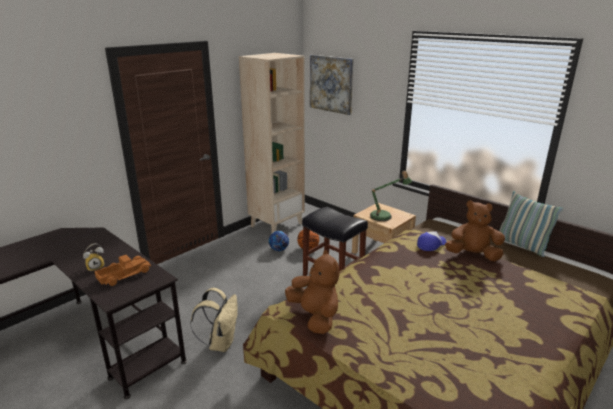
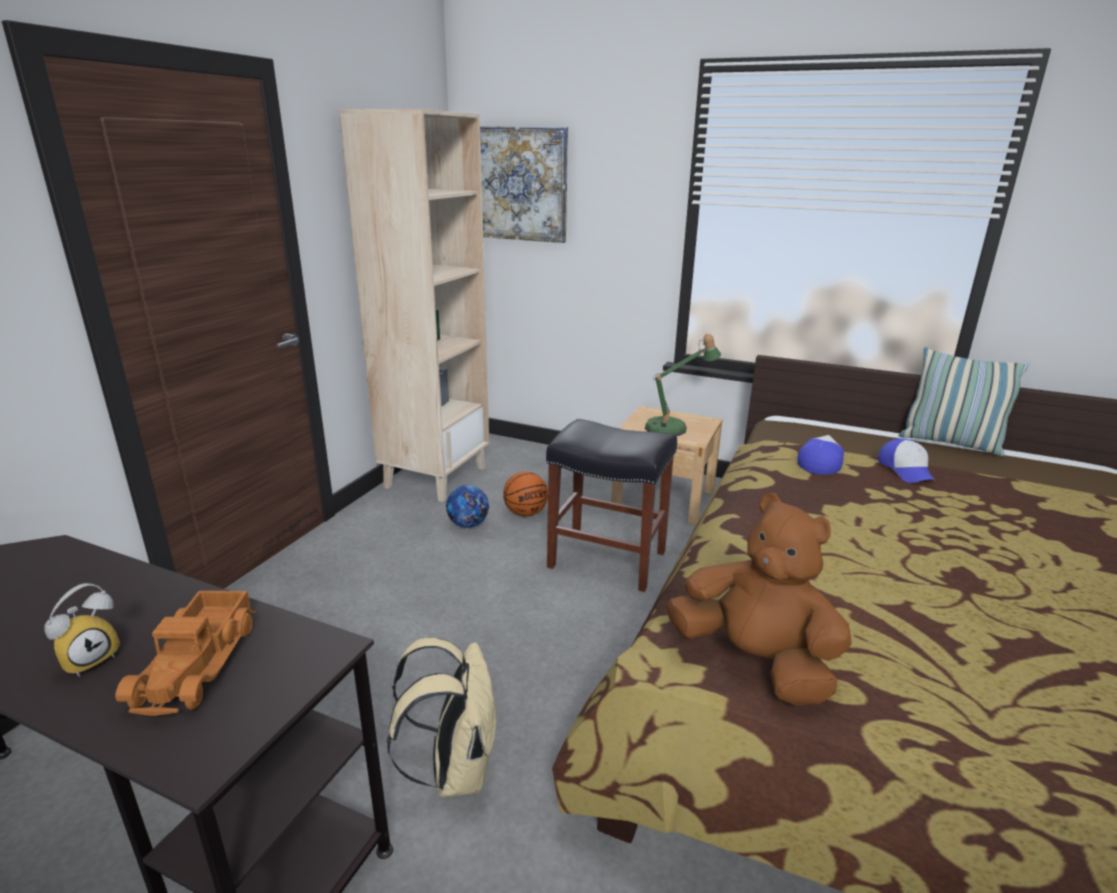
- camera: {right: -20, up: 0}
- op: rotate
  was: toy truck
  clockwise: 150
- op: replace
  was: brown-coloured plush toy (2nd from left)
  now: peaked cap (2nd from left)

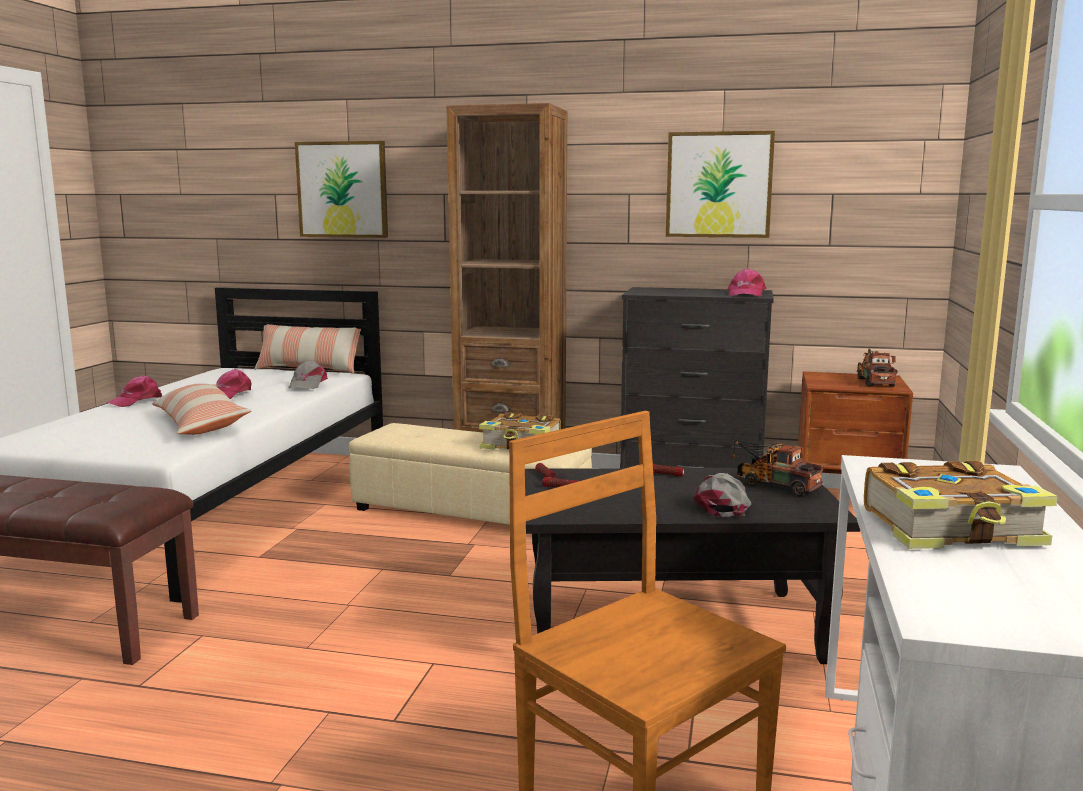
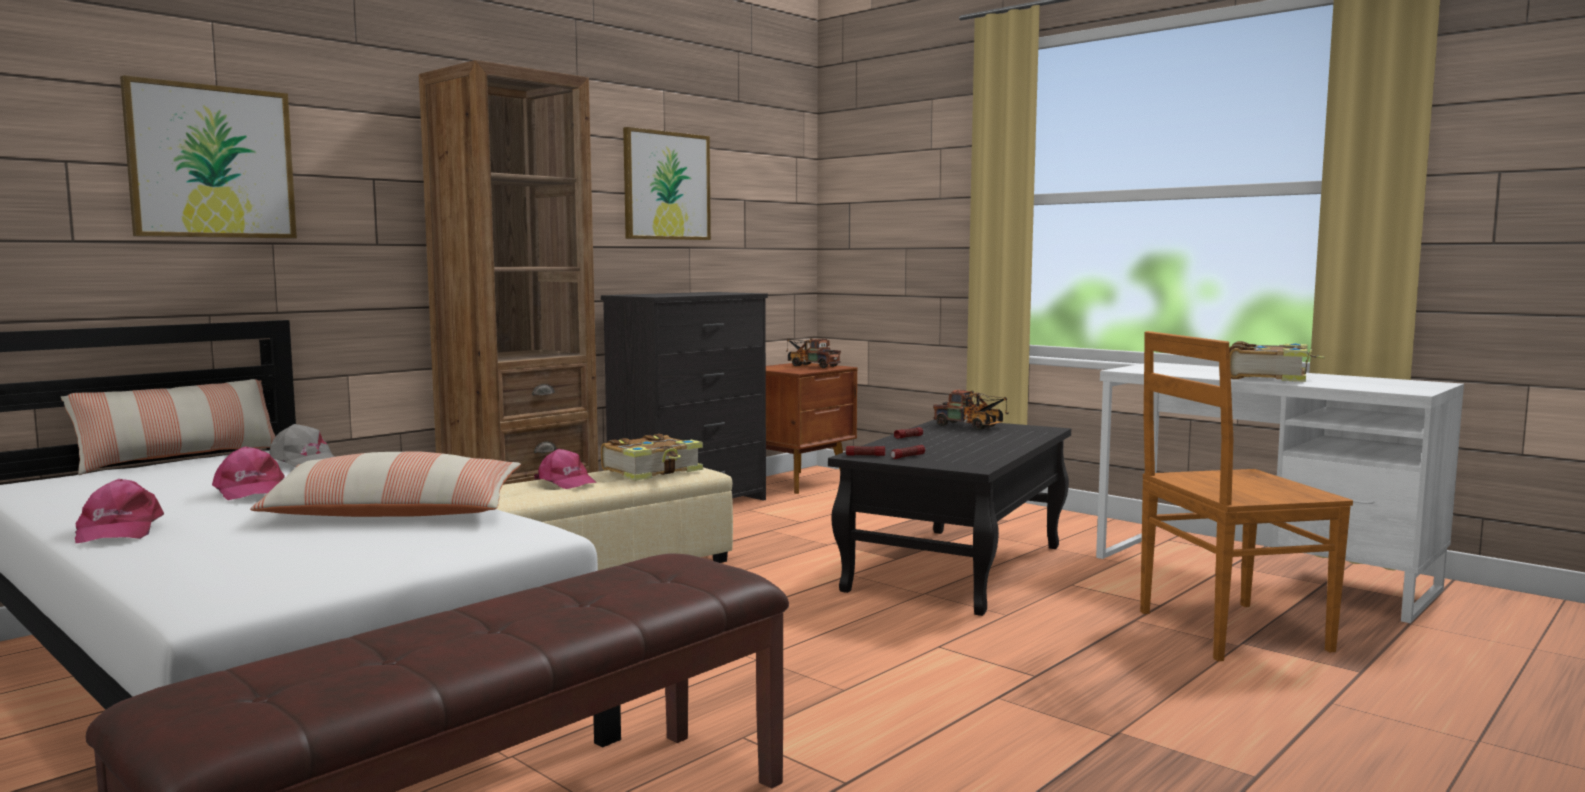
- camera: {right: -60, up: -5}
- op: delete
  was: gray peaked cap (2nd from left)
- op: move
  was: pink peaked cap (3rd from left)
- op: rotate
  was: toy truck (1st from left in the first image)
  clockwise: -120

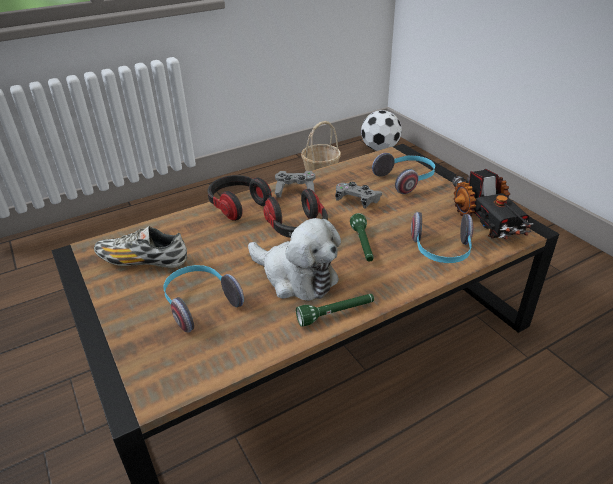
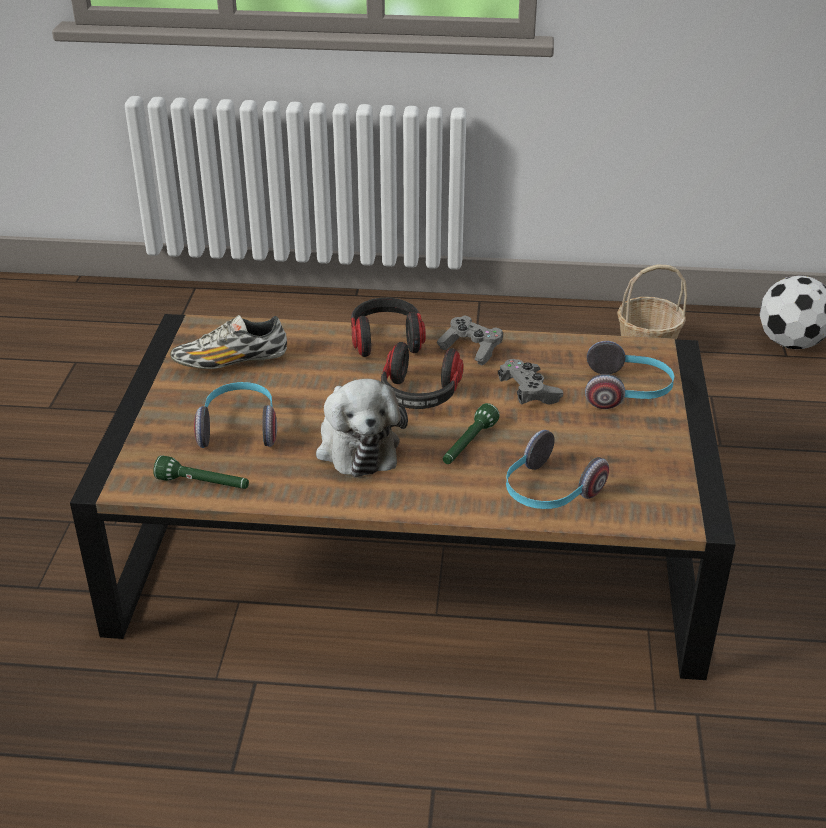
- camera: {right: 35, up: 0}
- op: rotate
  was: shoe
  clockwise: -60
- op: move
  was: green torch (1st from left)
- op: delete
  was: toy truck

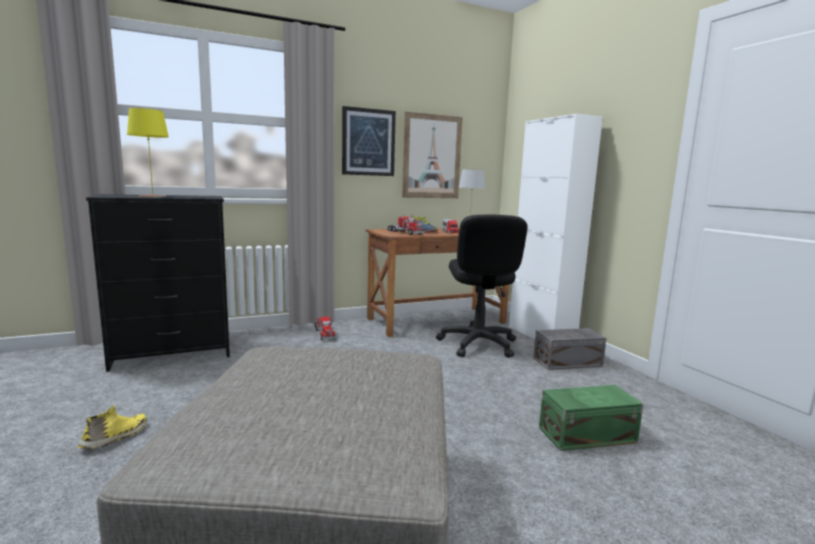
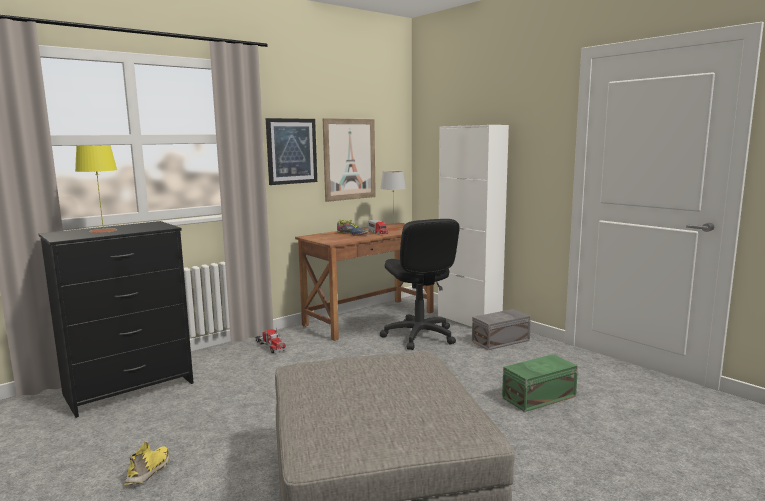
- camera: {right: -15, up: 0}
- op: delete
  was: toy truck (2nd from left)

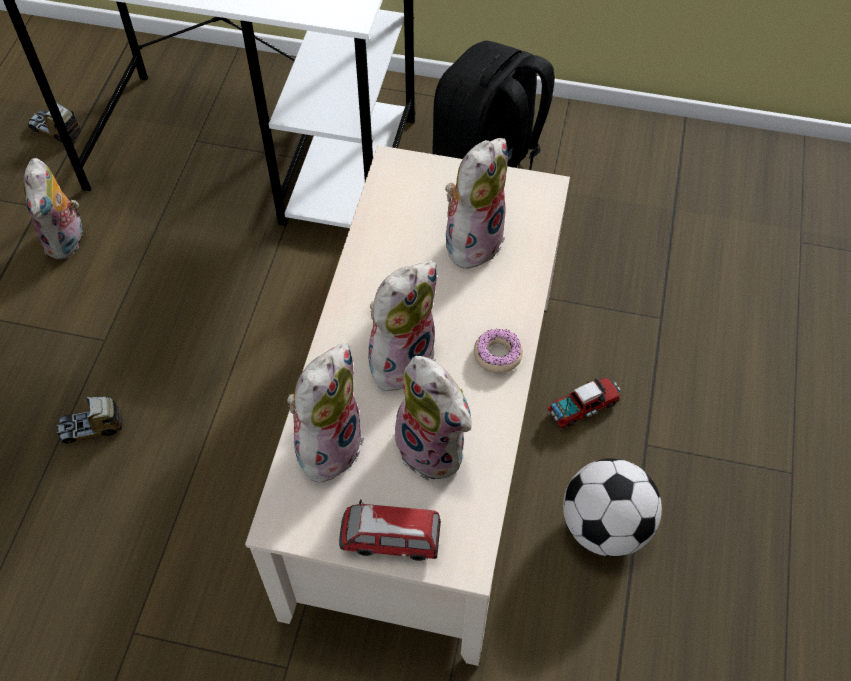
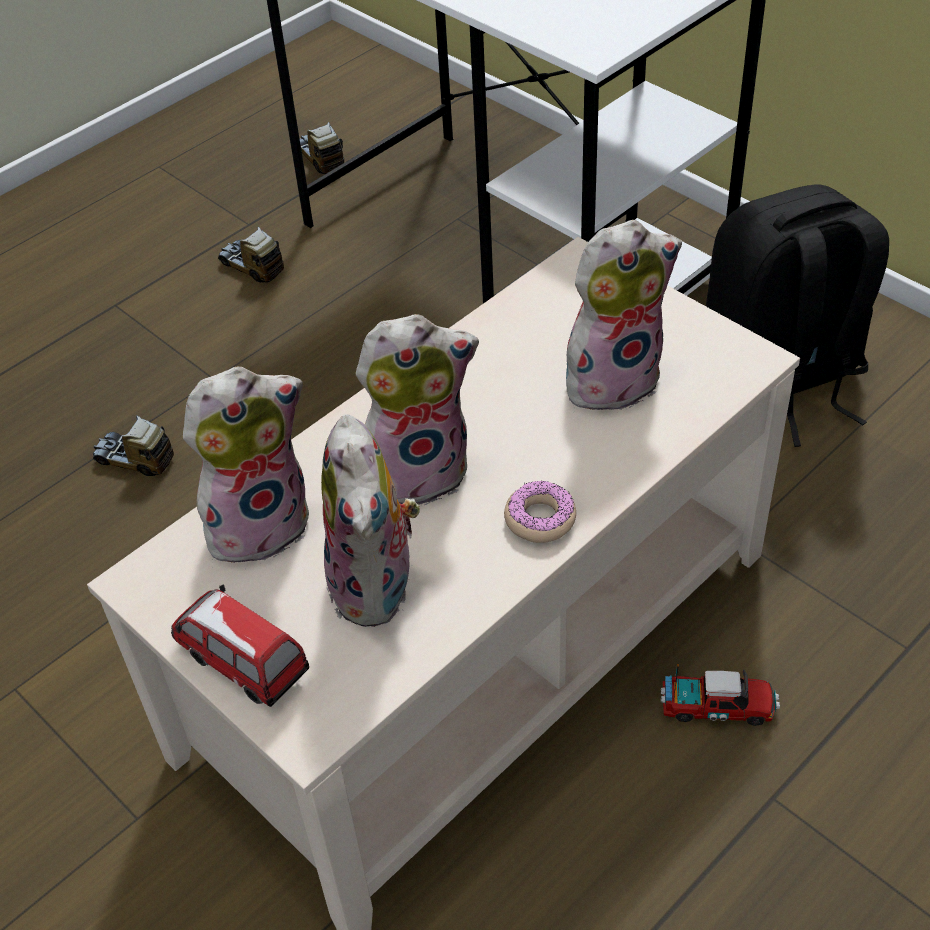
- camera: {right: 35, up: -10}
- op: replace
  was: plush toy (1st from left)
  now: toy truck (2nd from left)
- op: delete
  was: football

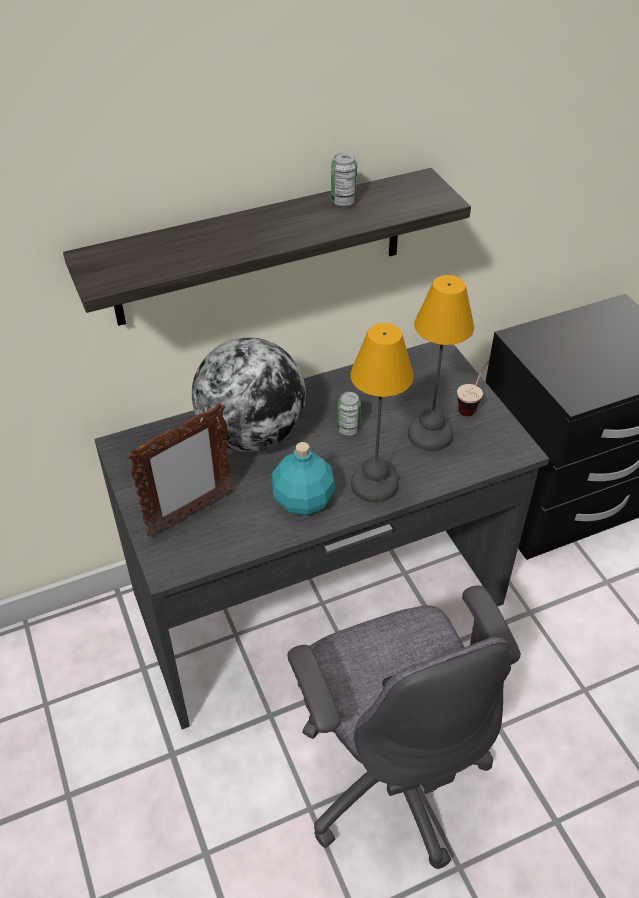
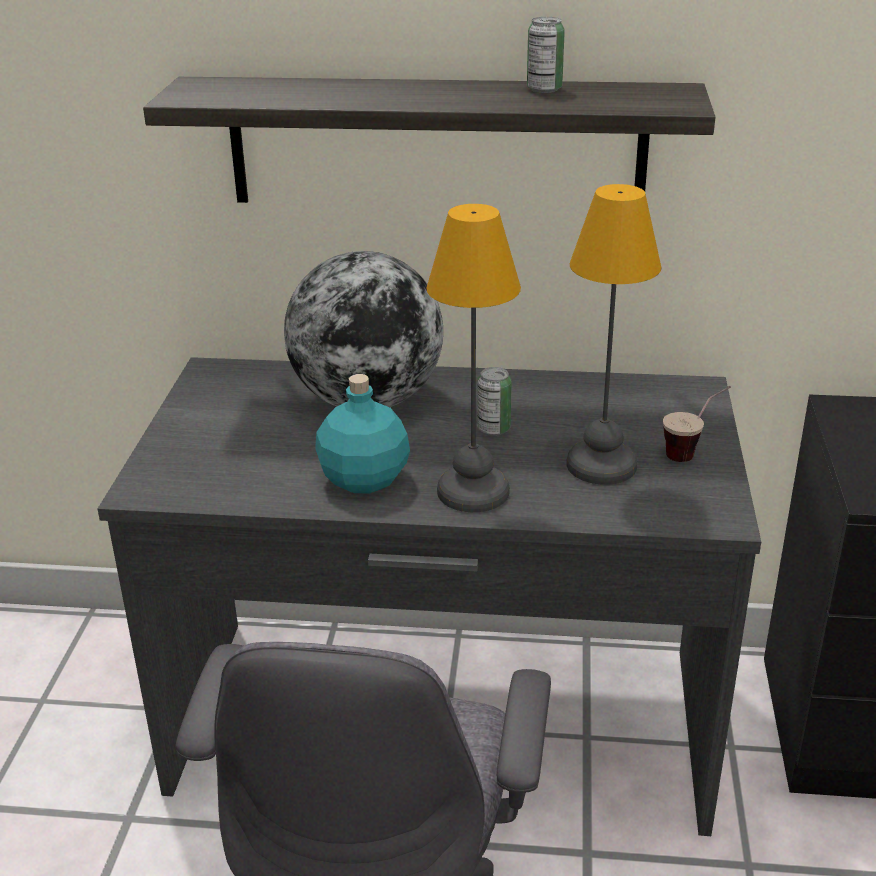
- camera: {right: 30, up: -15}
- op: delete
  was: standing frame

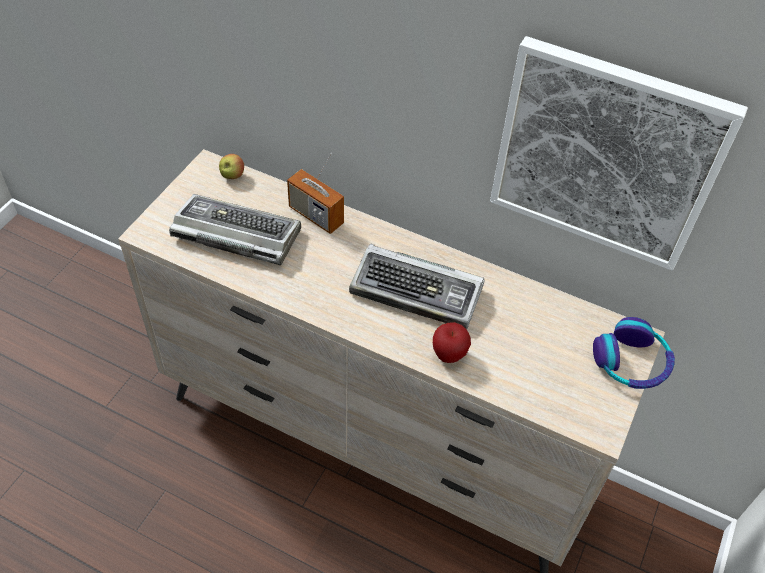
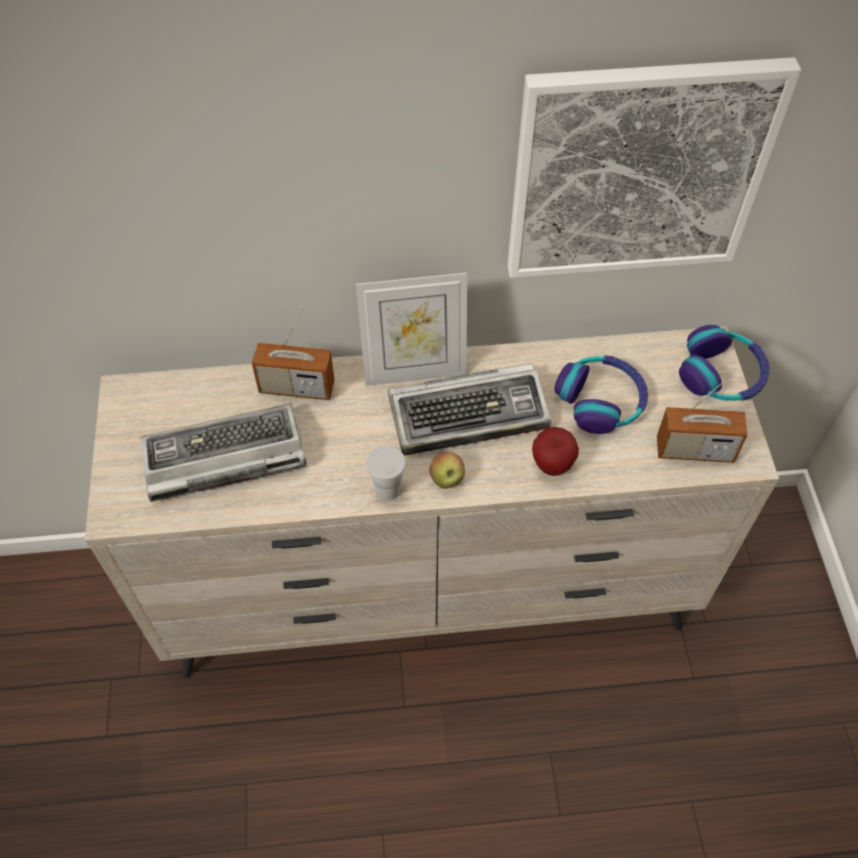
- camera: {right: -30, up: 5}
- op: move
  was: apple fruit (1st from left)
- op: insert
  now: standing frame
- op: insert
  now: white cup
- op: insert
  now: pair of headphones (1st from left)
- op: insert
  now: radio (2nd from left)

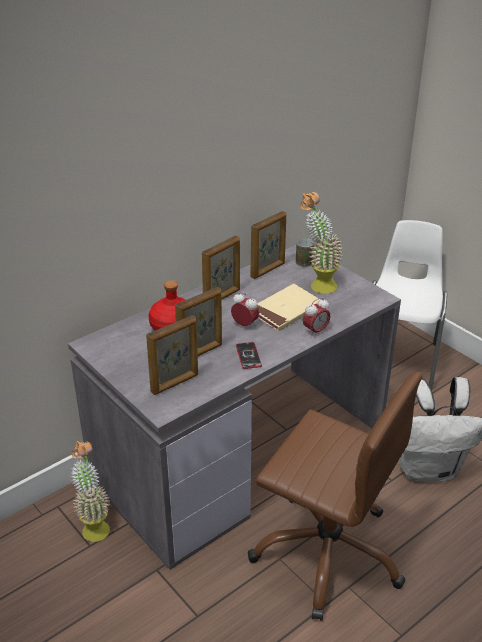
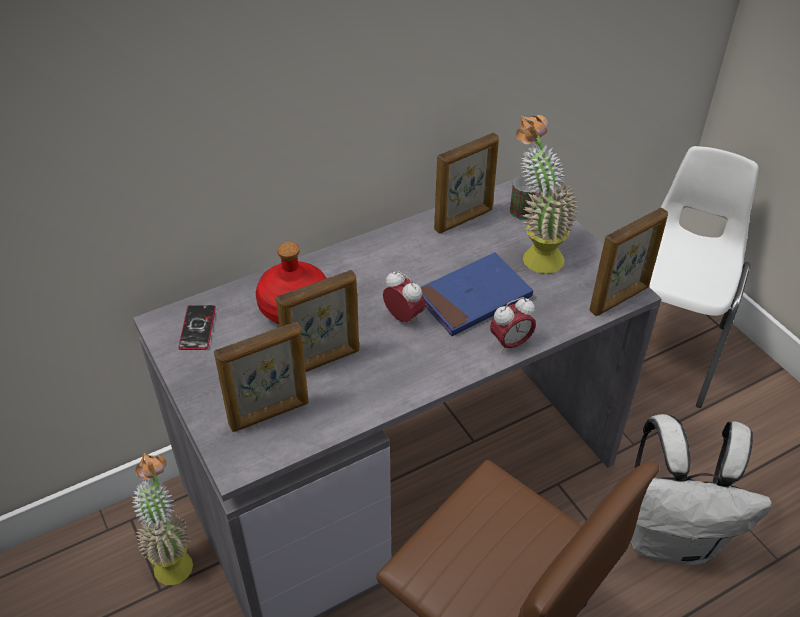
- camera: {right: 10, up: 10}
- op: move
  was: standing frame (3rd from left in the first image)
  now: standing frame (4th from left)
- op: move
  was: handset
- op: recolor
  was: sand-coloured bound book
  now: bluish bound book

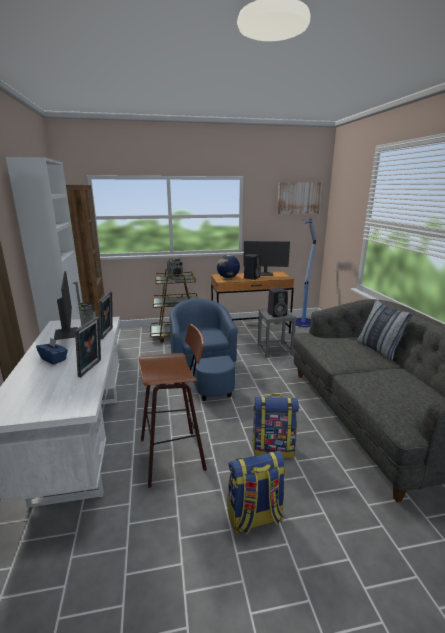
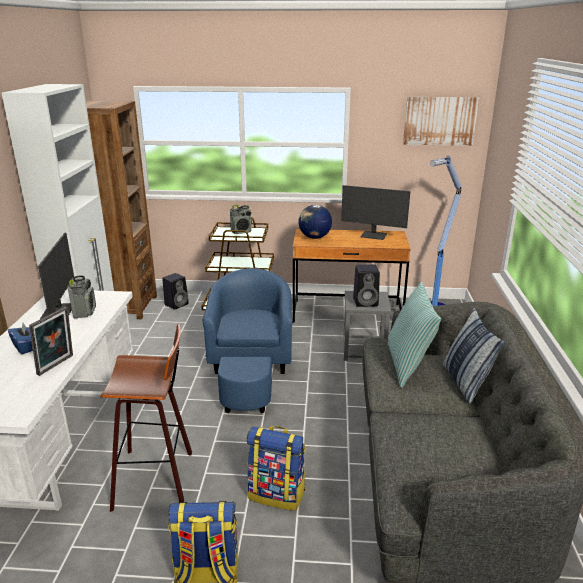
- camera: {right: 15, up: 5}
- op: delete
  was: standing frame (2nd from left)
- op: move
  was: black-coloured audio speaker (1st from left)
- op: insert
  now: pillow (1st from left)

